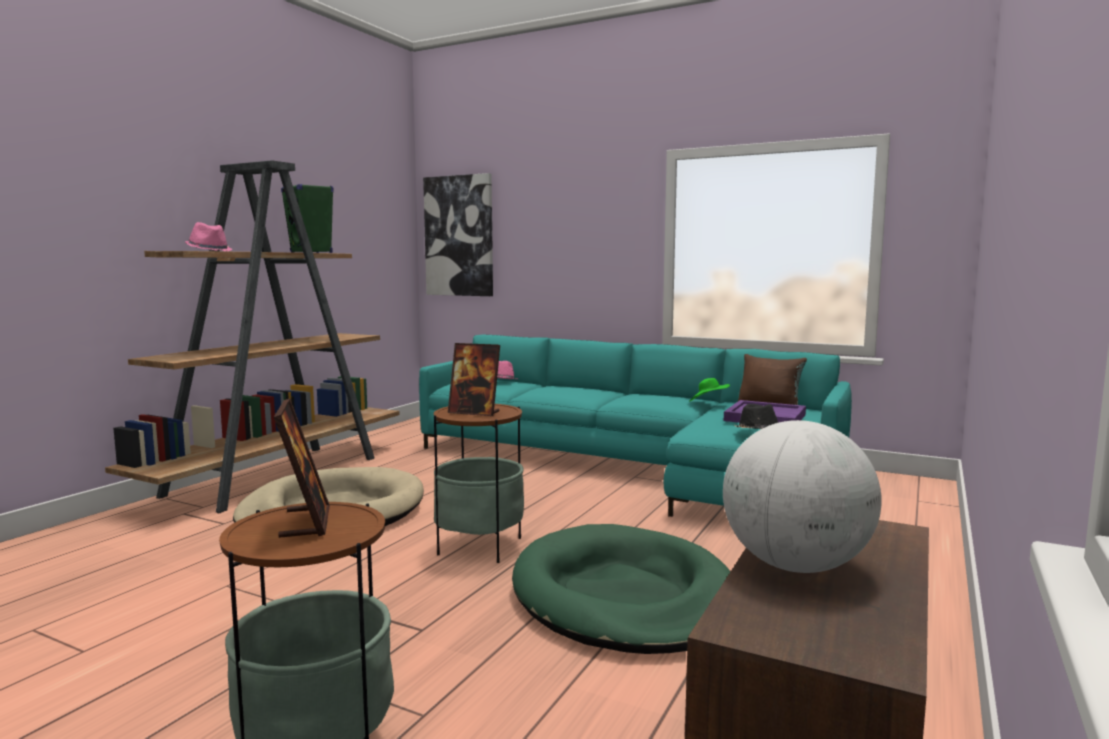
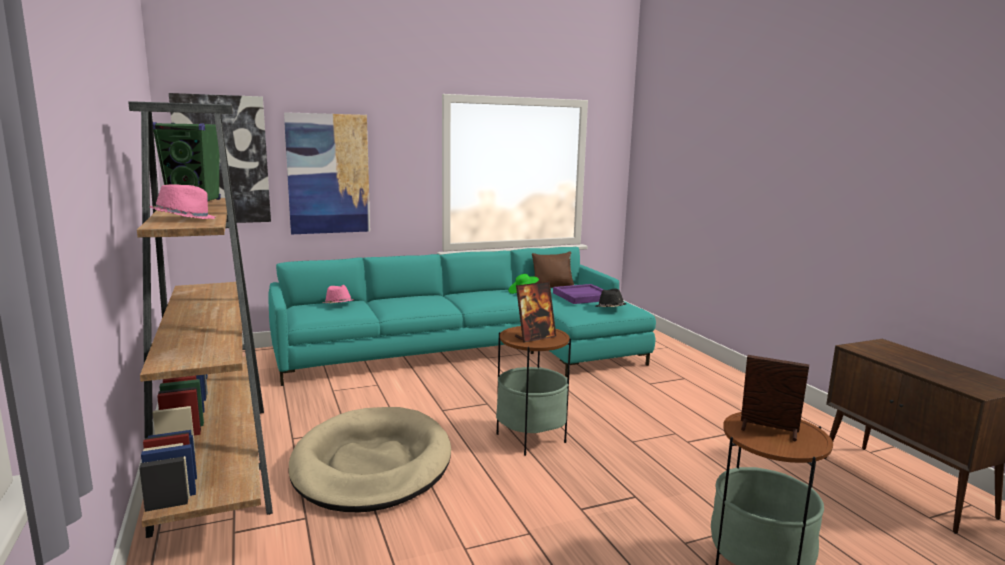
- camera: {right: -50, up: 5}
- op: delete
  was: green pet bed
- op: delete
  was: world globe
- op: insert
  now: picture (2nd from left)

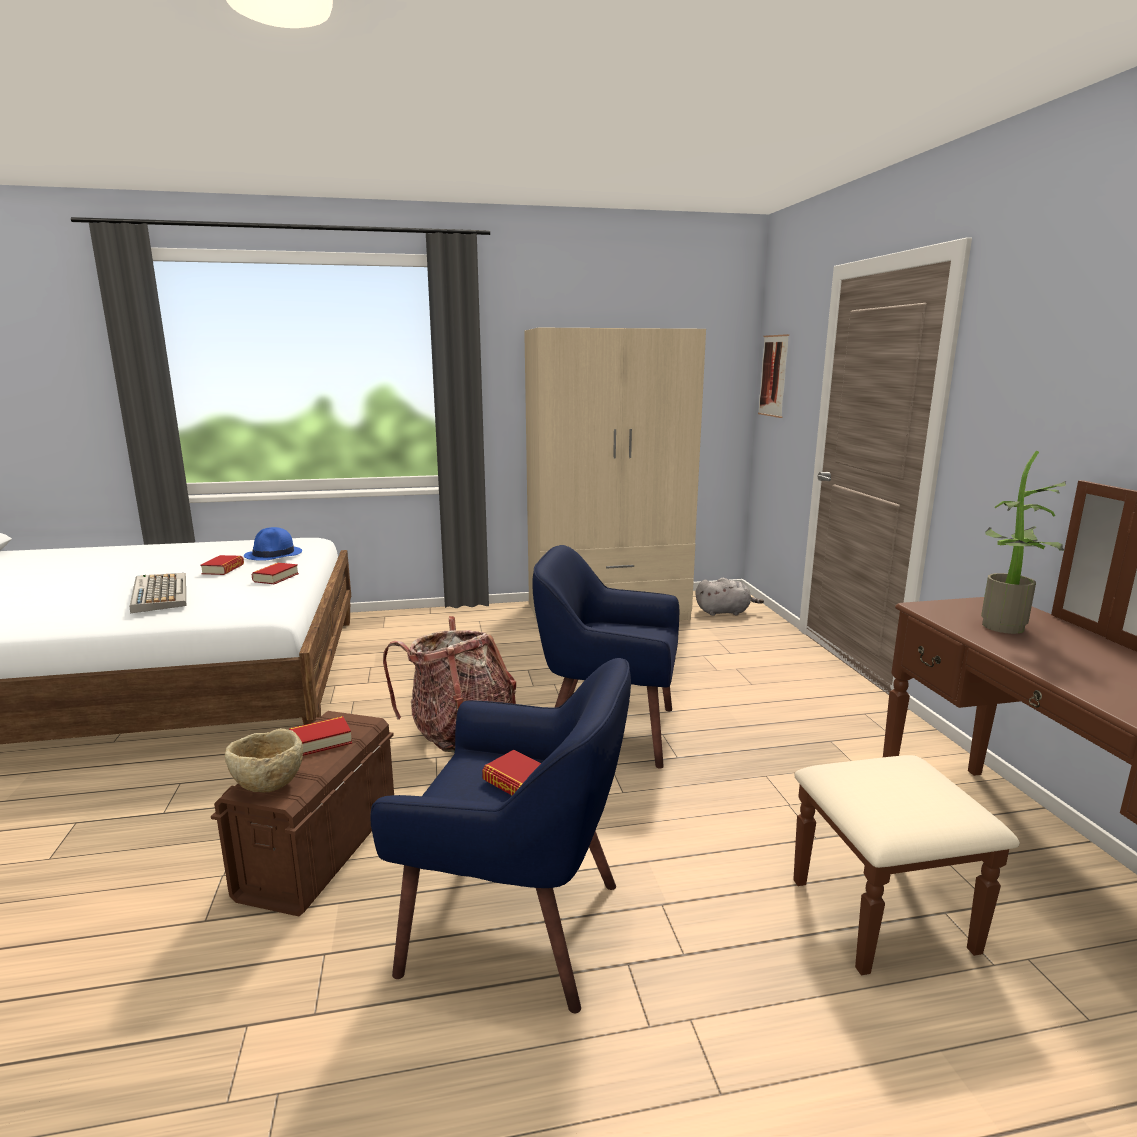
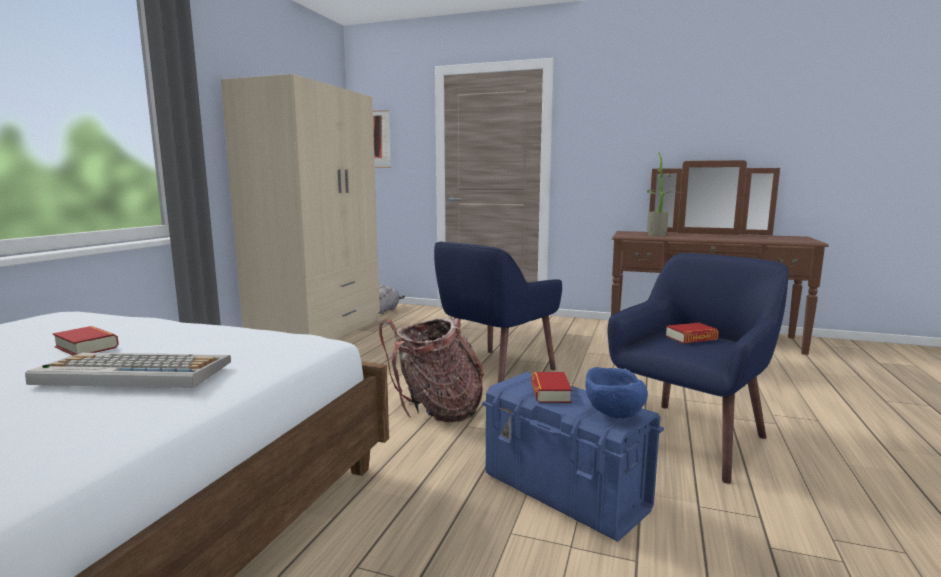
- camera: {right: -60, up: -5}
- op: recolor
  was: brown-coloured storage bin
  now: bluish storage bin
- op: recolor
  was: sand-coloured bowl
  now: bluish bowl
- op: delete
  was: bluish clothing hat
- op: delete
  was: bound book (2nd from left)

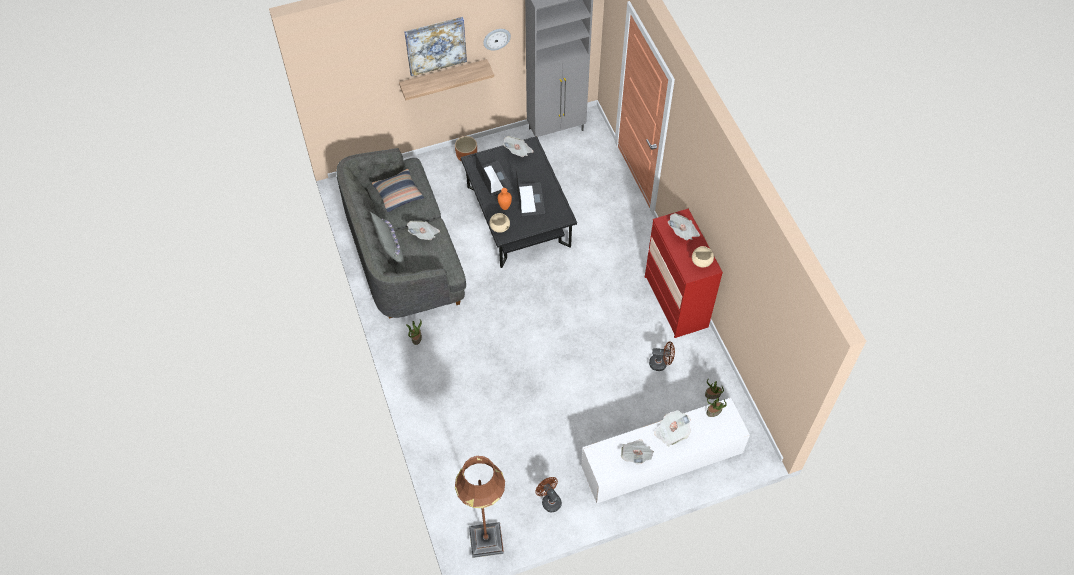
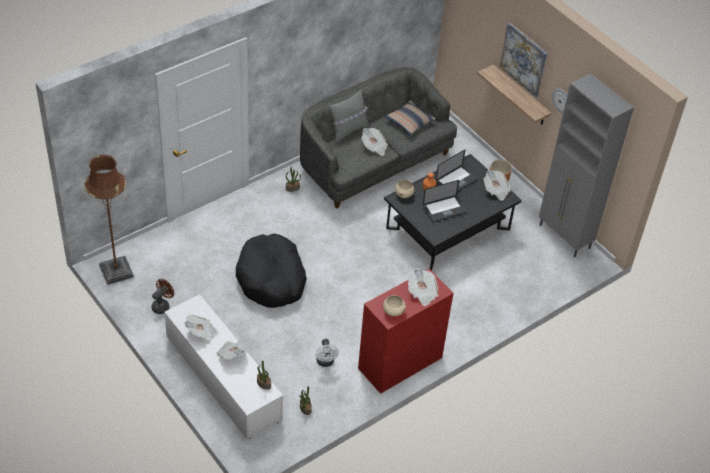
- camera: {right: 70, up: -10}
- op: recolor
  was: brown-coloured cooling fan (2nd from left)
  now: white cooling fan
- op: insert
  now: black-coloured pet bed

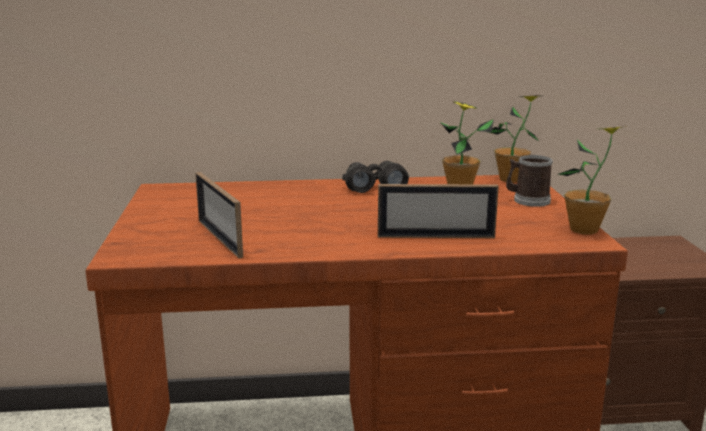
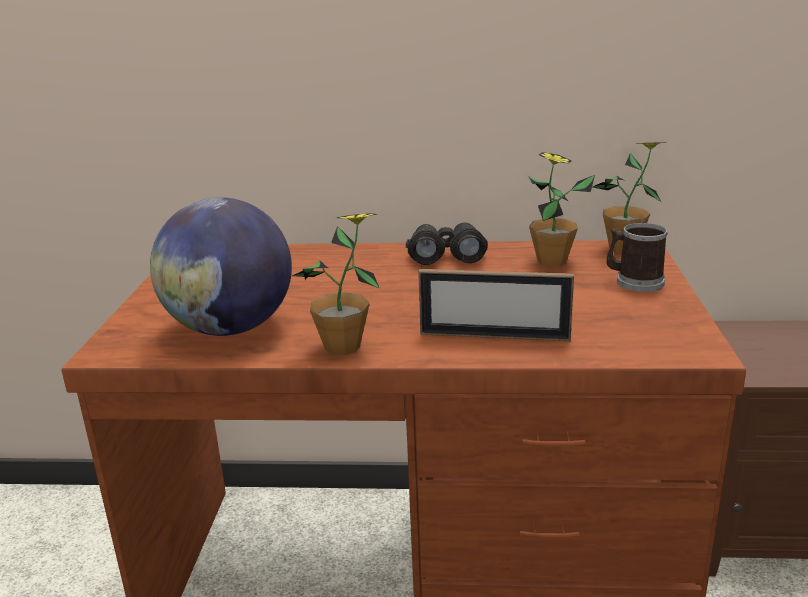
- camera: {right: 10, up: 5}
- op: replace
  was: standing frame (1st from left)
  now: world globe
- op: move
  was: potted plant (3rd from left in the first image)
  now: potted plant (1st from left)

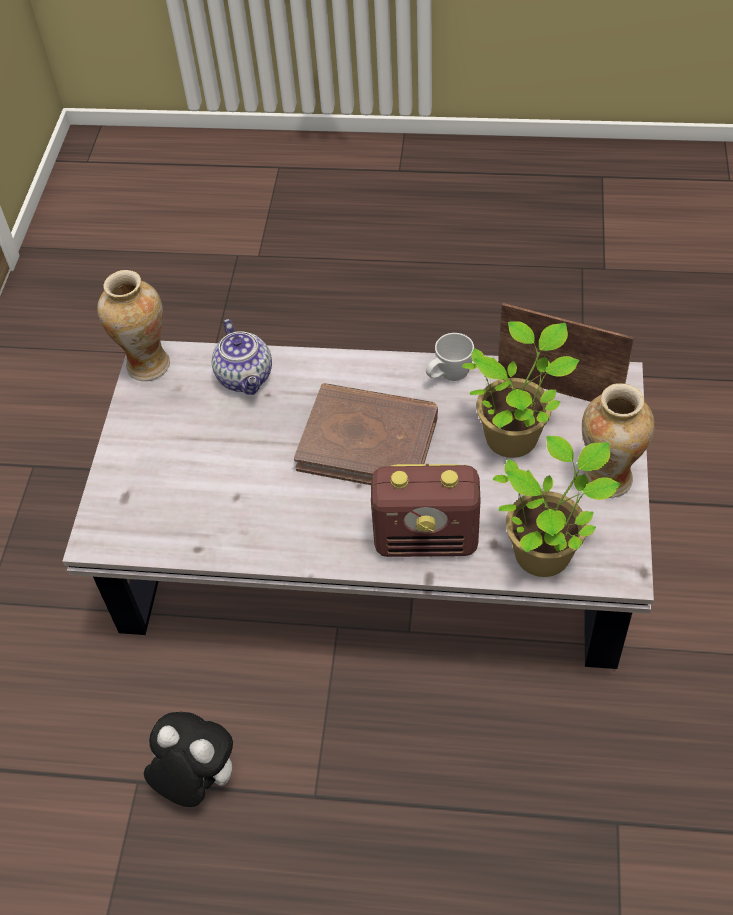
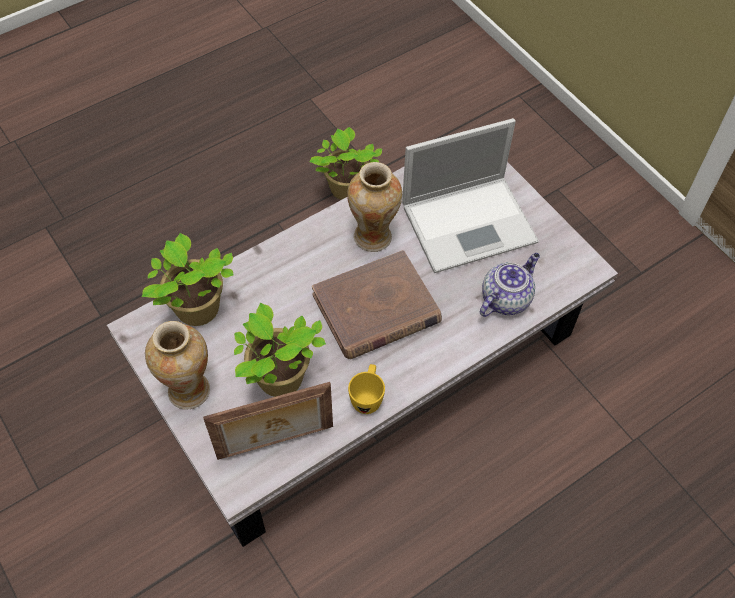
- camera: {right: 135, up: 5}
- op: move
  was: decorative vase (1st from left in the first image)
  now: decorative vase (2nd from left)
- op: replace
  was: plush toy
  now: potted plant (3rd from left)
- op: rotate
  was: pot for tea
  clockwise: 105
- op: delete
  was: radio
- op: recolor
  was: white tea mug
  now: yellowish tea mug
- op: insert
  now: laptop

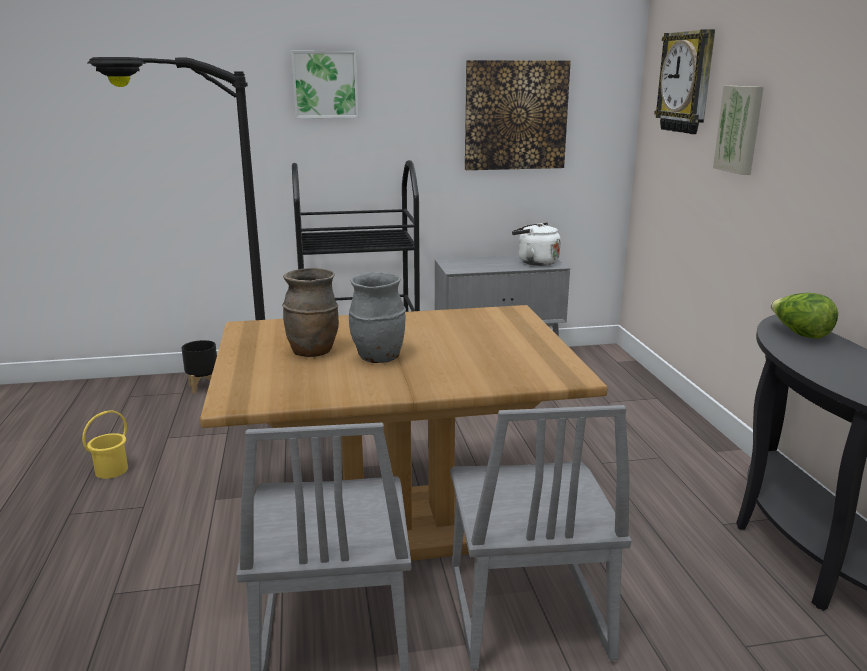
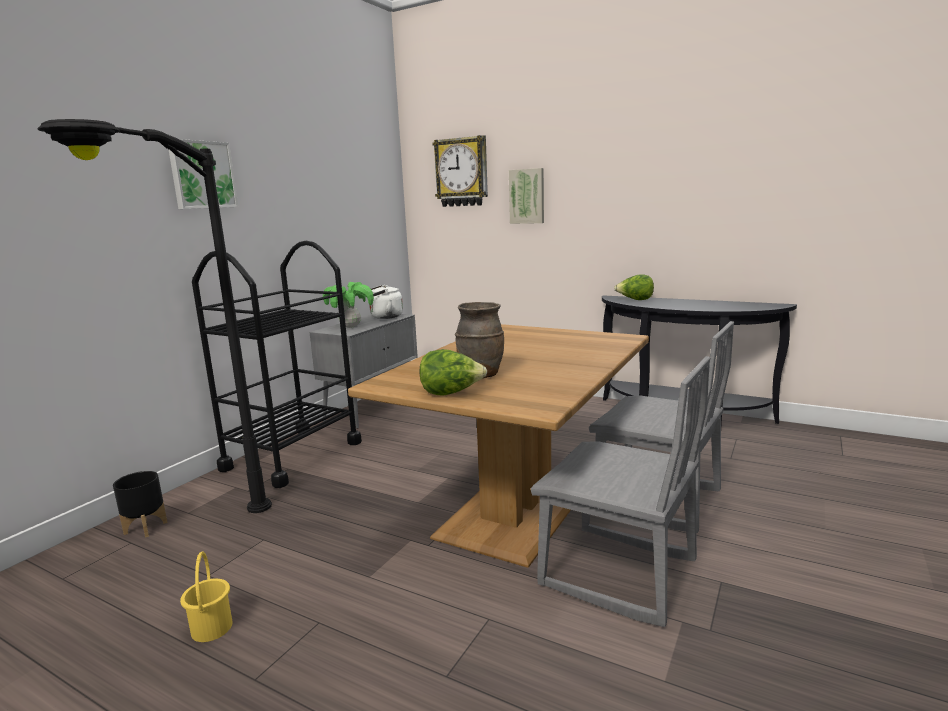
- camera: {right: -50, up: -5}
- op: delete
  was: gray decorative vase
- op: delete
  was: picture (2nd from left)
- op: insert
  now: potted plant
- op: insert
  now: lettuce head (1st from left)

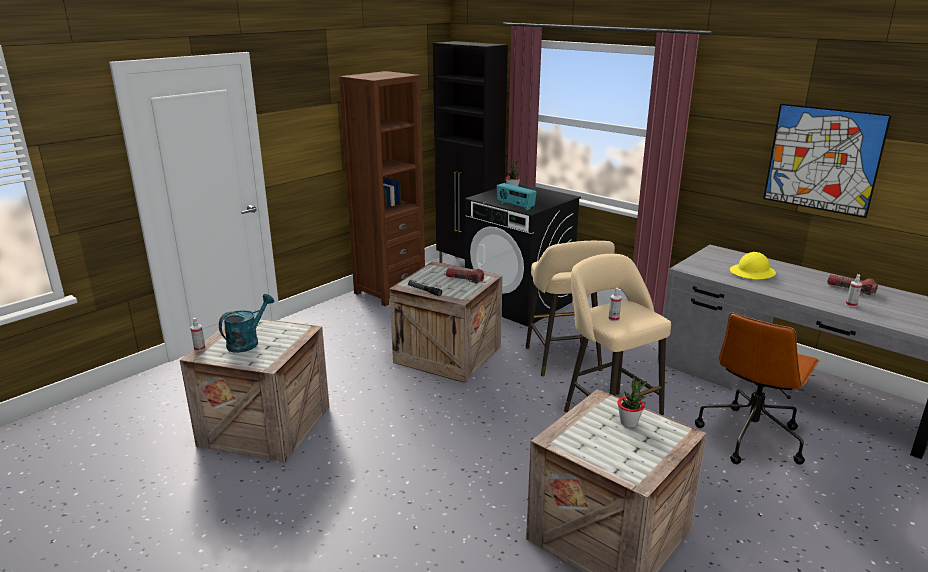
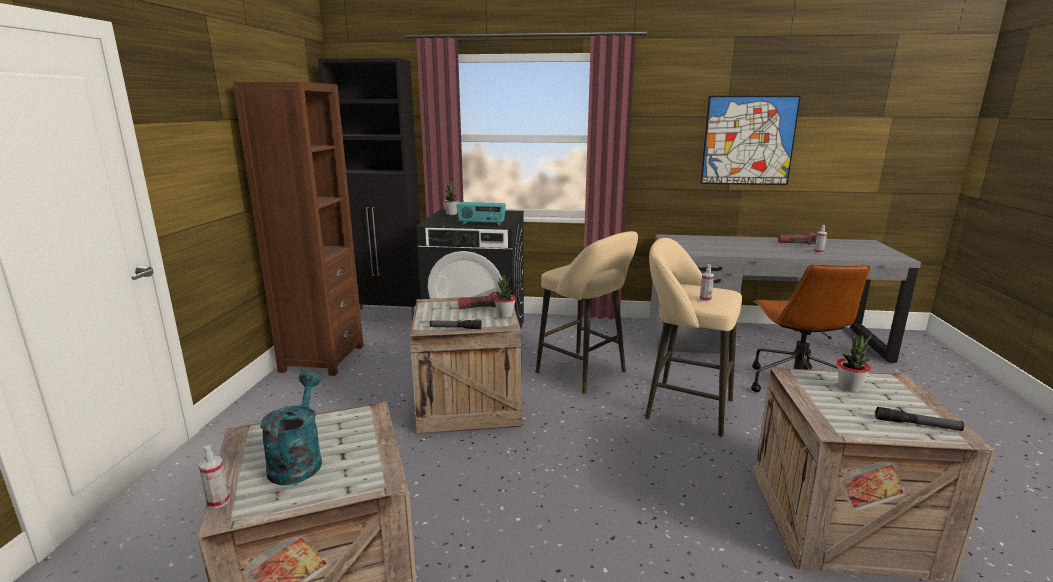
- camera: {right: -35, up: -5}
- op: delete
  was: yellowish safety helmet
- op: insert
  now: potted plant (2nd from left)
- op: insert
  now: torch (4th from left)

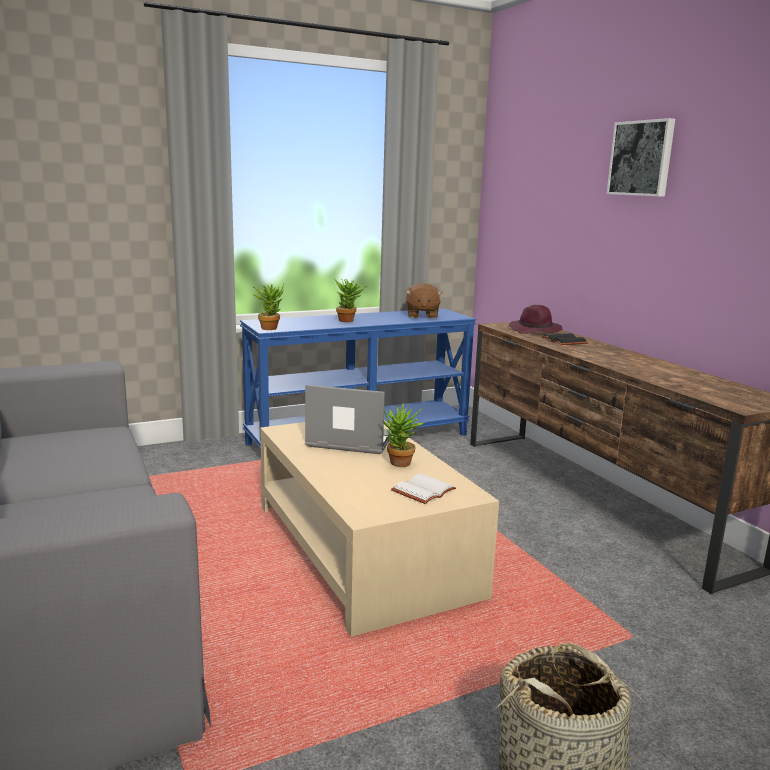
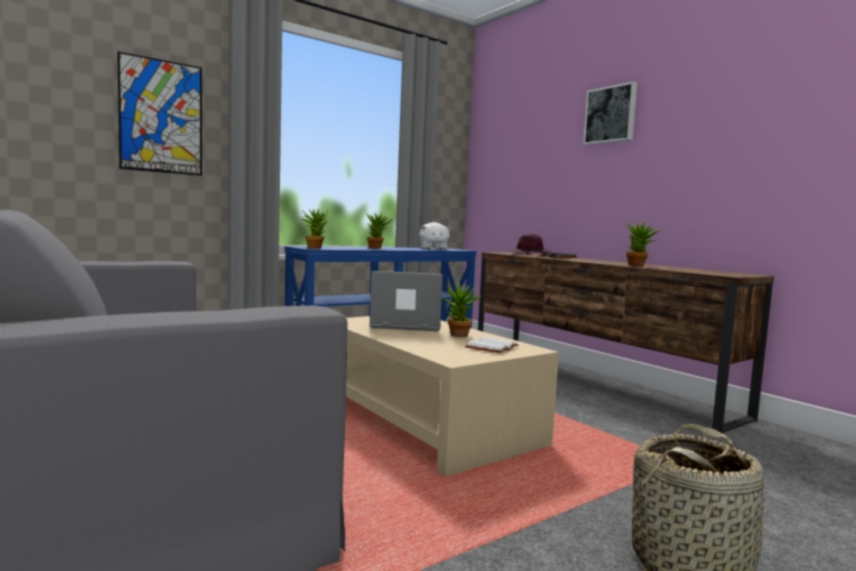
- camera: {right: -10, up: -10}
- op: recolor
  was: brown-coloured plush toy
  now: white plush toy
- op: insert
  now: picture (1st from left)
- op: insert
  now: potted plant (4th from left)

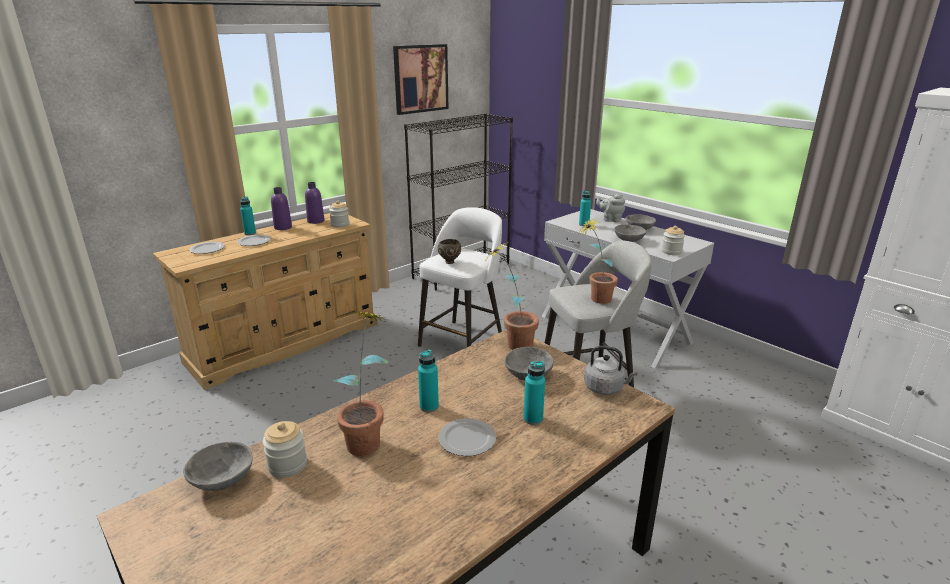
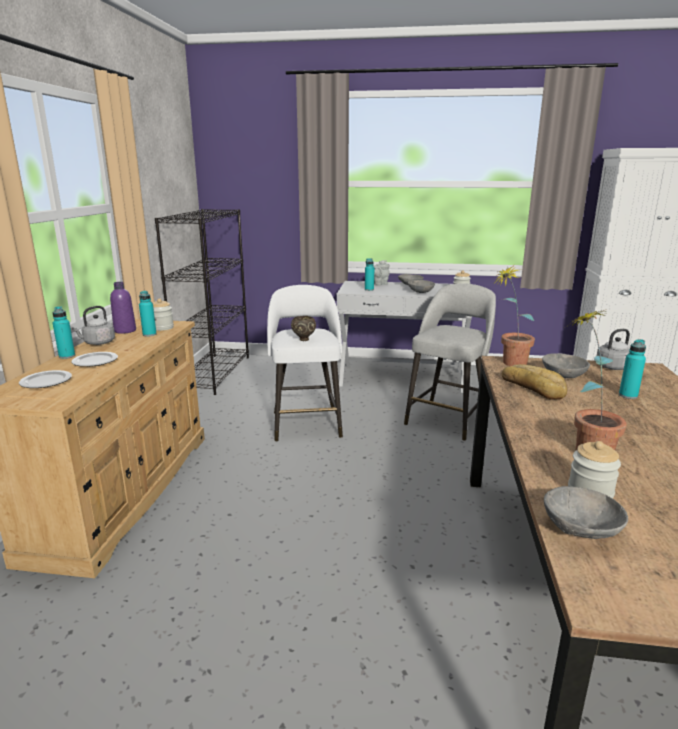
- camera: {right: -40, up: -5}
- op: replace
  was: purple-coloured bottle (1st from left)
  now: gray tea kettle (1st from left)
- op: delete
  was: picture
- op: move
  was: turquoise-coloured bottle (2nd from left)
- op: delete
  was: flat dish (3rd from left)
- op: delete
  was: potted plant (3rd from left)
- op: insert
  now: bakery bread

